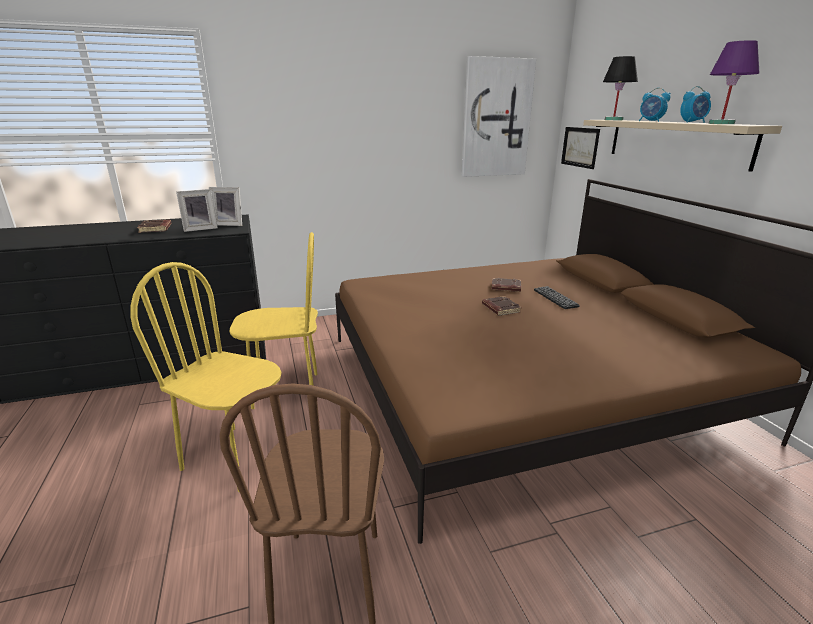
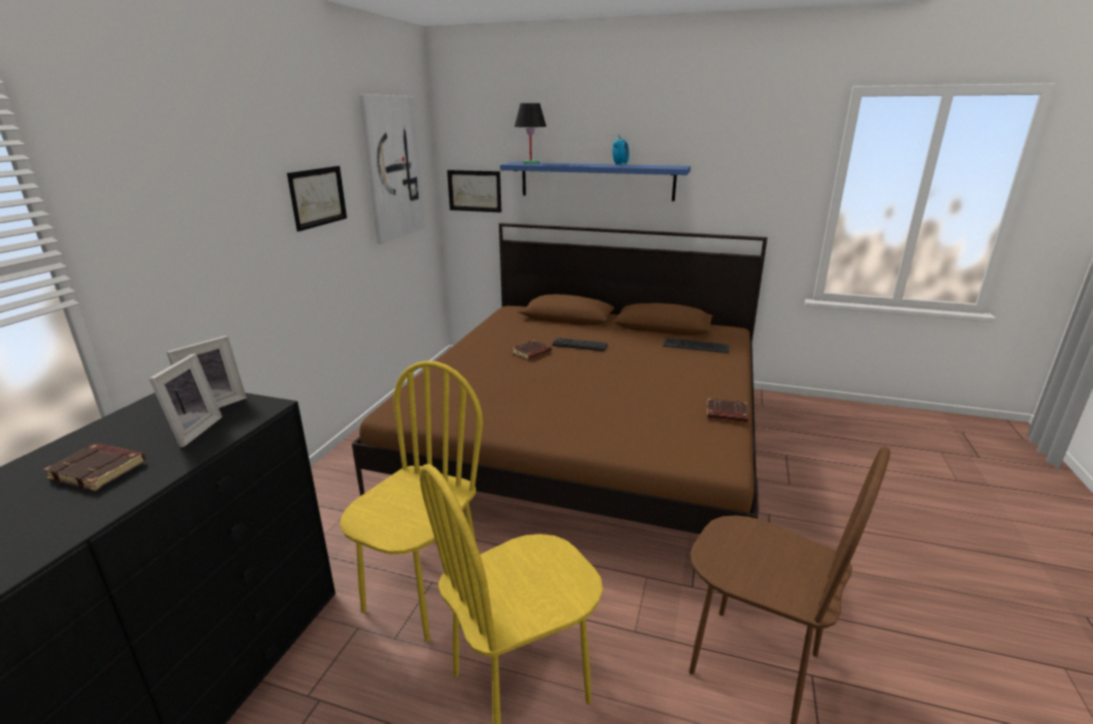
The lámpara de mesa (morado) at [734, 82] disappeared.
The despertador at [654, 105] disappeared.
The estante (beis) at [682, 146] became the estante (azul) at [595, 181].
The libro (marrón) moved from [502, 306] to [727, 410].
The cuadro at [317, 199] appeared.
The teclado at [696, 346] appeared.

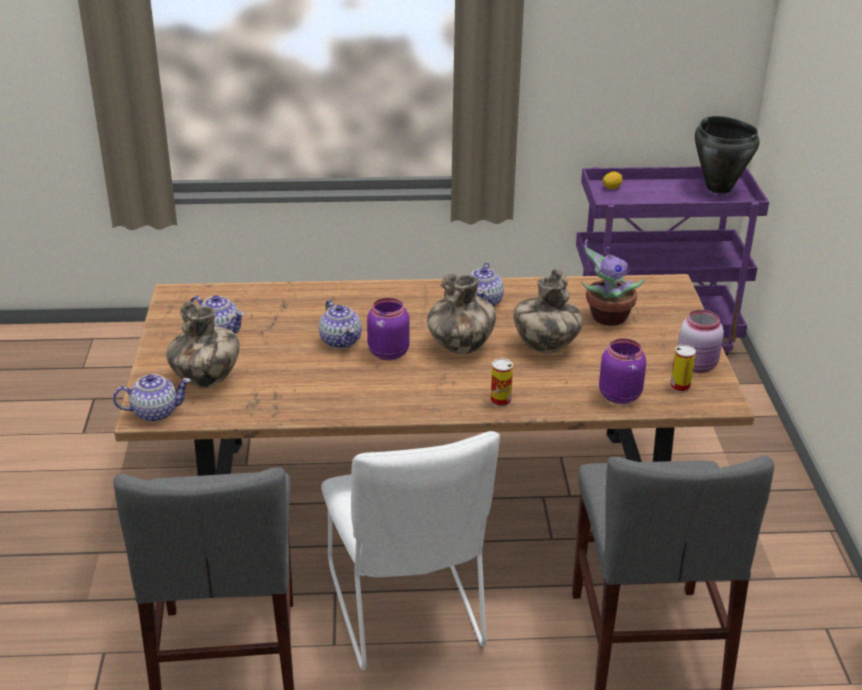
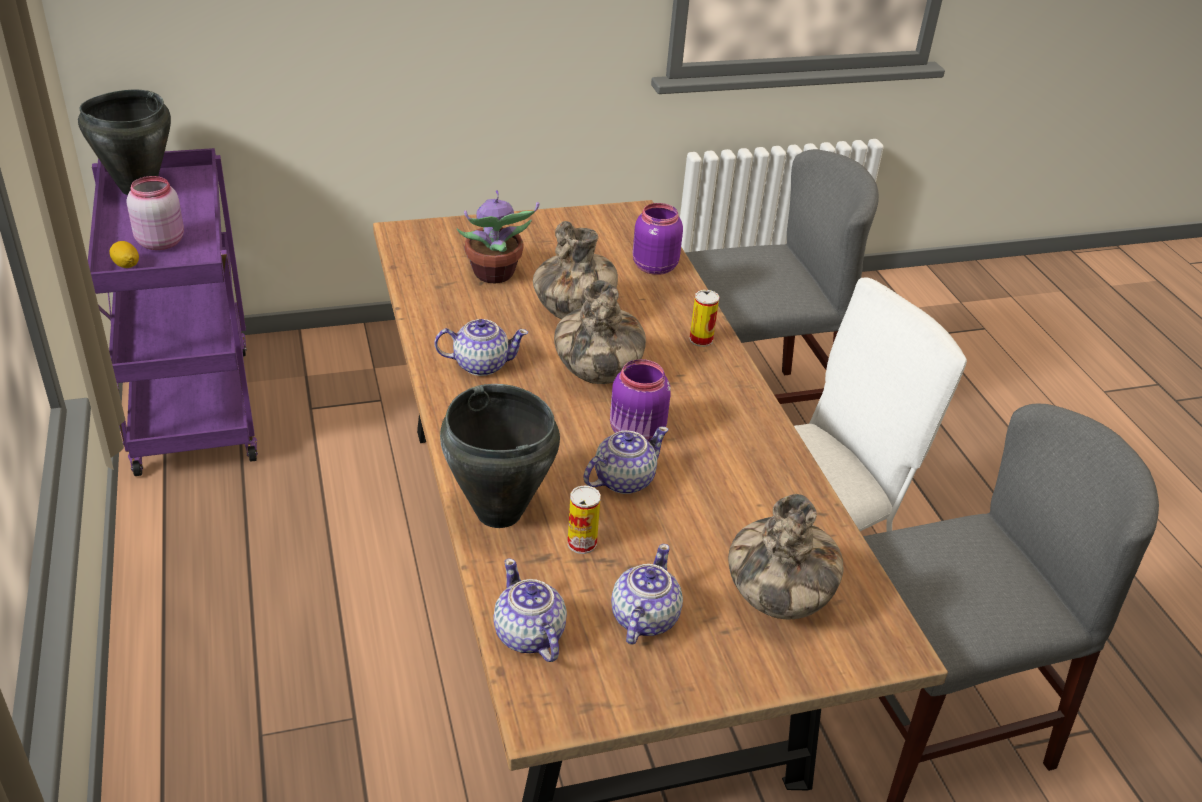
The tarro (rosa) moved from [701, 341] to [155, 213].
The lata moved from [683, 369] to [584, 519].
The tetera moved from [152, 398] to [530, 610].
The olla (negro) at [500, 456] appeared.

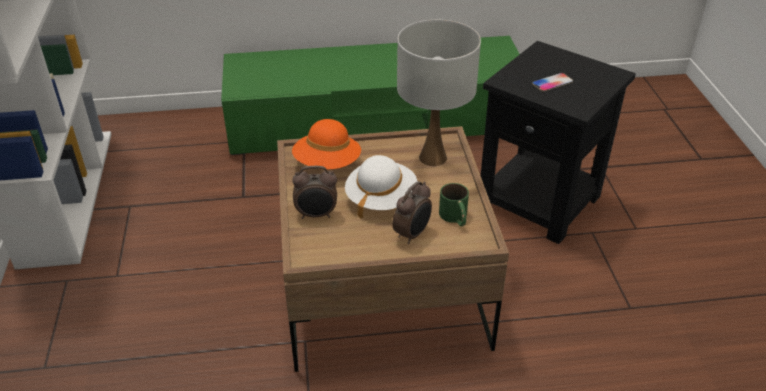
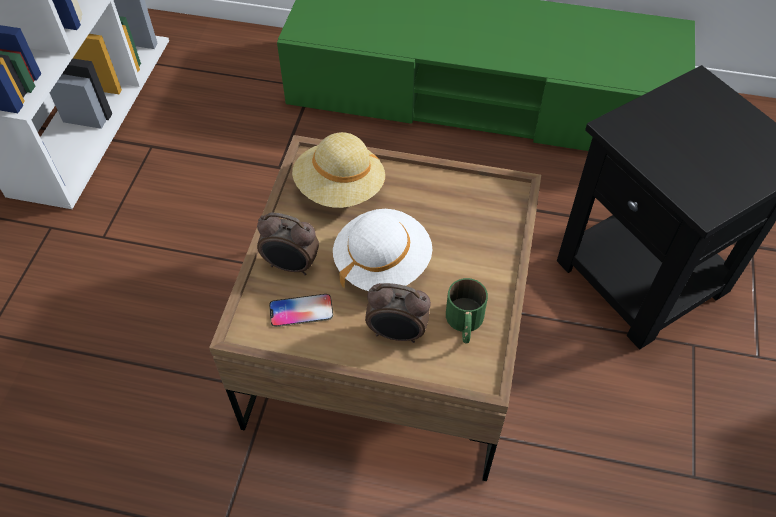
The lámpara de mesa (blanco) at [439, 93] disappeared.
The móvil moved from [552, 82] to [301, 310].
The sombrero (naranja) at [326, 144] became the sombrero (beis) at [338, 170].
The despertador at [412, 212] turned 45 degrees clockwise.

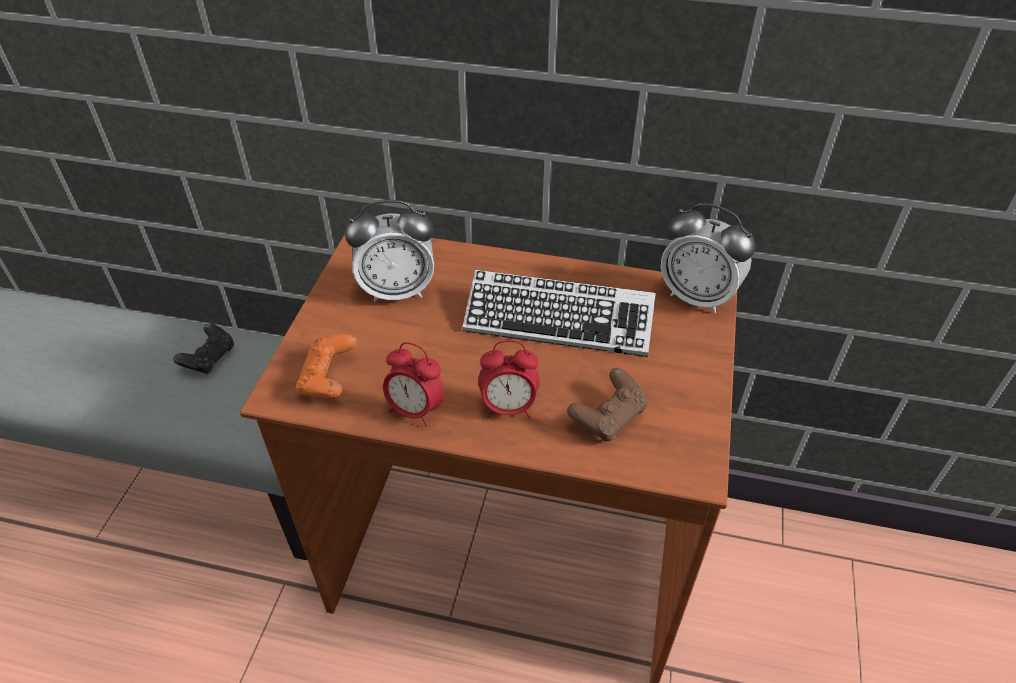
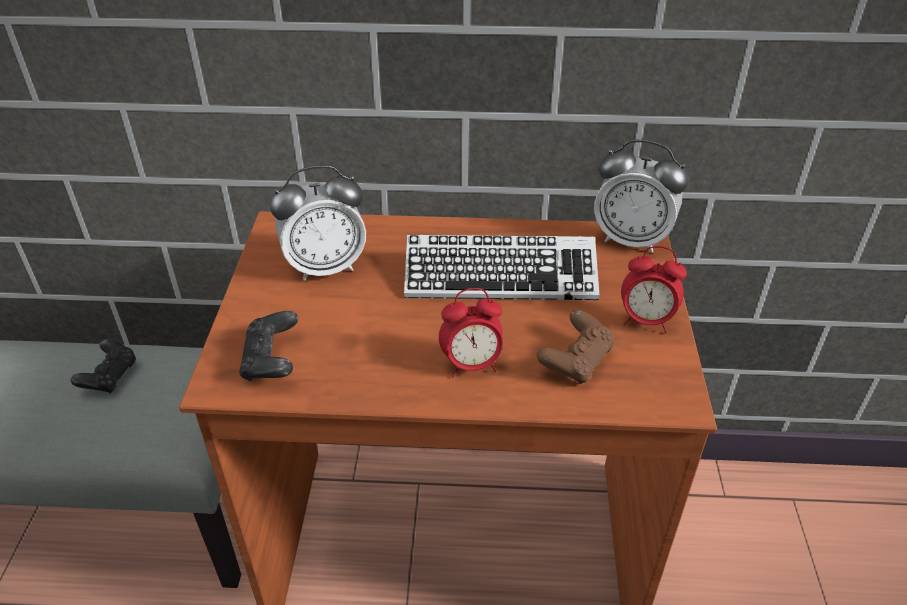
The mando de consola (naranja) at [326, 366] became the mando de consola (negro) at [268, 346].
The despertador moved from [413, 384] to [654, 289].

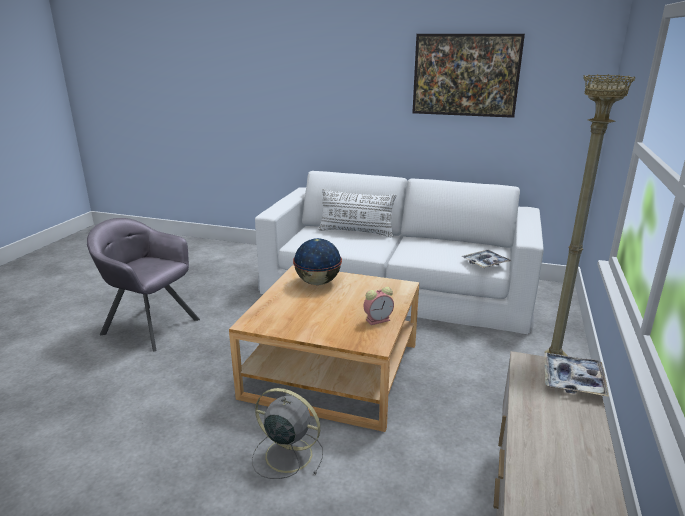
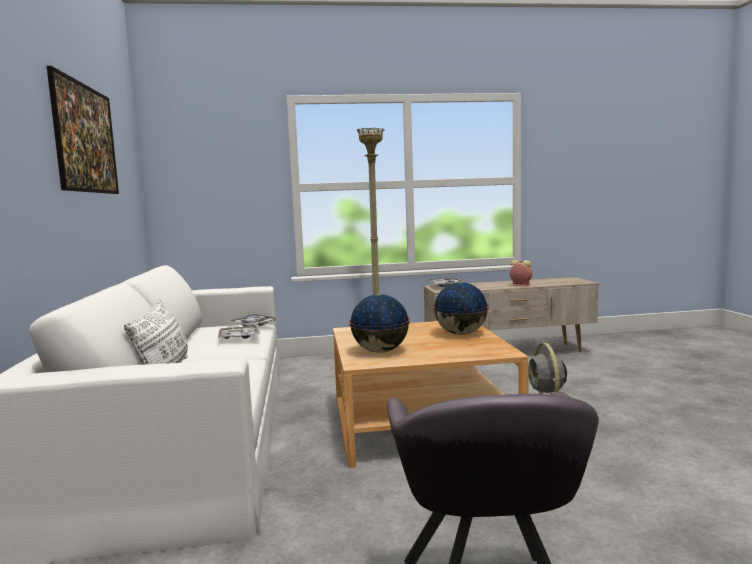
The despertador moved from [379, 306] to [521, 273].
The globo terráqueo at [461, 308] appeared.
The bandeja at [239, 332] appeared.

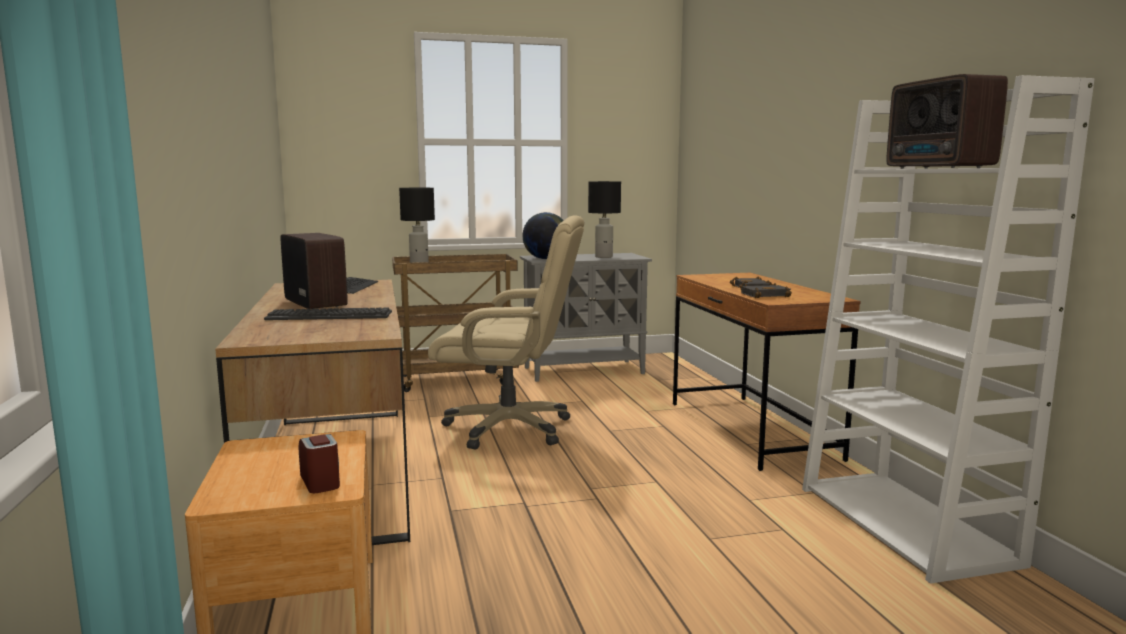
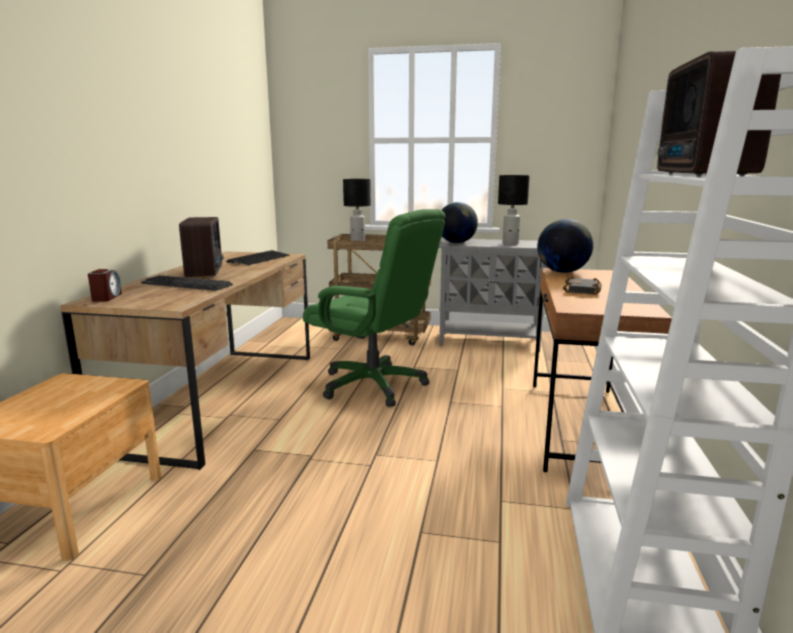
The silla de oficina (beis) at [506, 332] became the silla de oficina (verde) at [374, 308].
The libro (negro) at [766, 290] disappeared.
The despertador moved from [319, 463] to [105, 285].
The globo terráqueo at [565, 246] appeared.

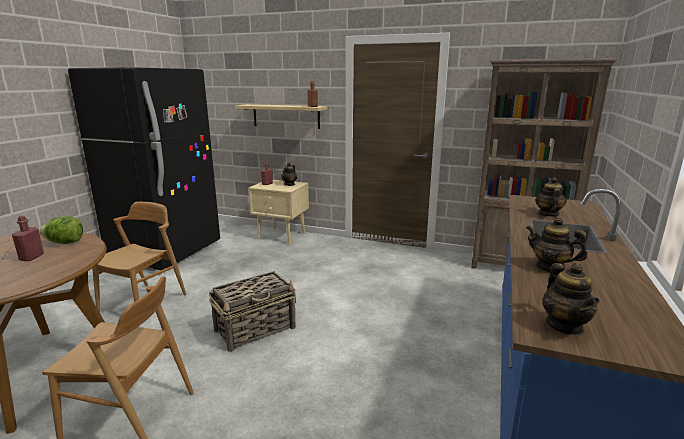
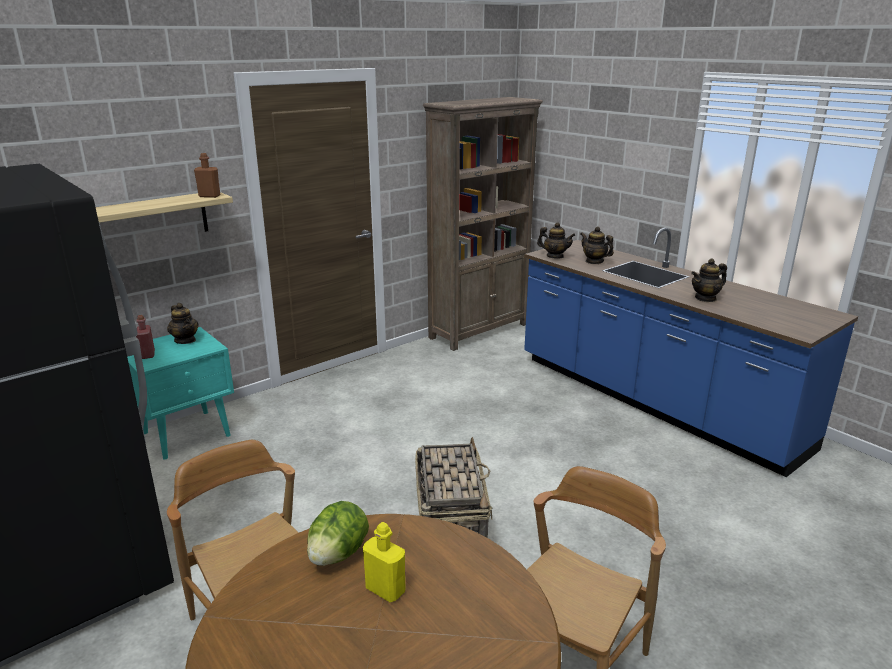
The mesita de noche (beis) at [278, 212] became the mesita de noche (turquesa) at [180, 393].
The botella (rojo) at [28, 238] became the botella (amarillo) at [384, 562].
The tetera moved from [571, 299] to [556, 240].

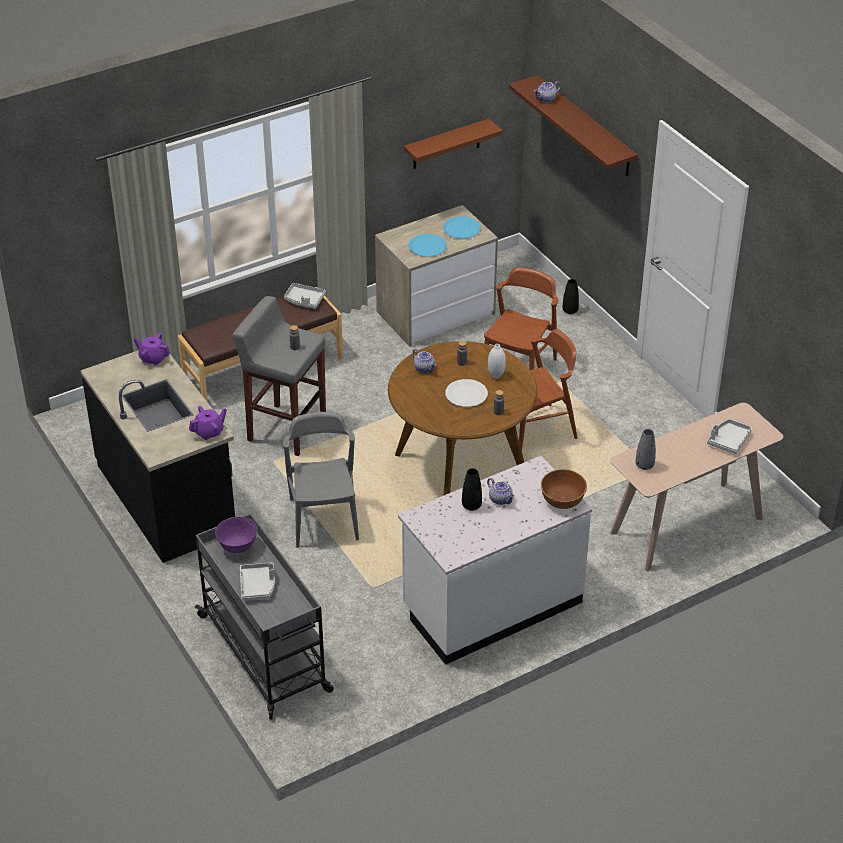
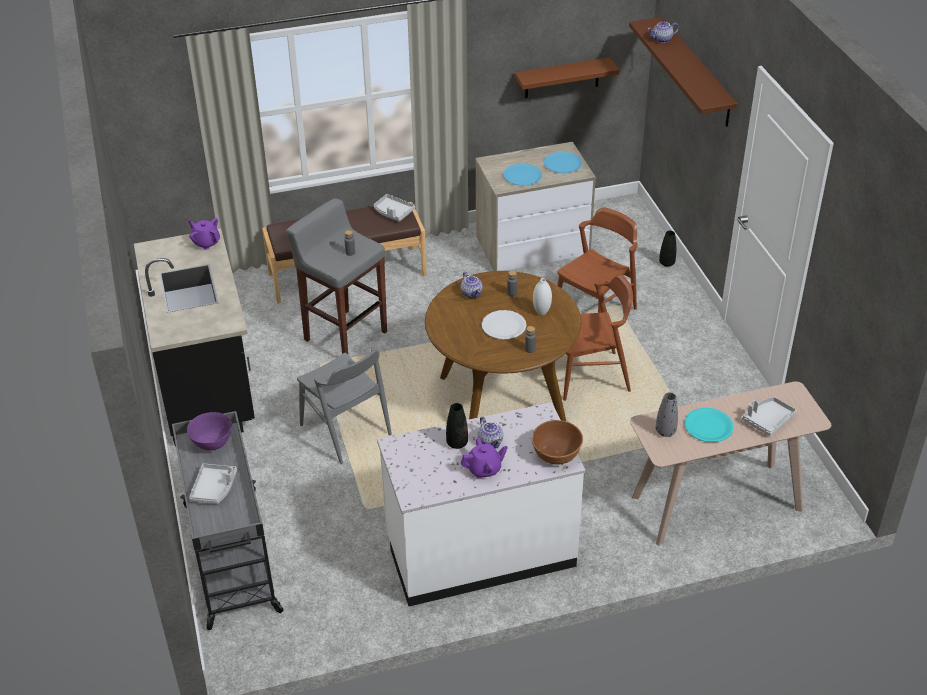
The tetera (morado) moved from [208, 423] to [484, 458].
The silla (gris) at [321, 480] turned 135 degrees clockwise.
The plato (turquesa) at [709, 425] appeared.

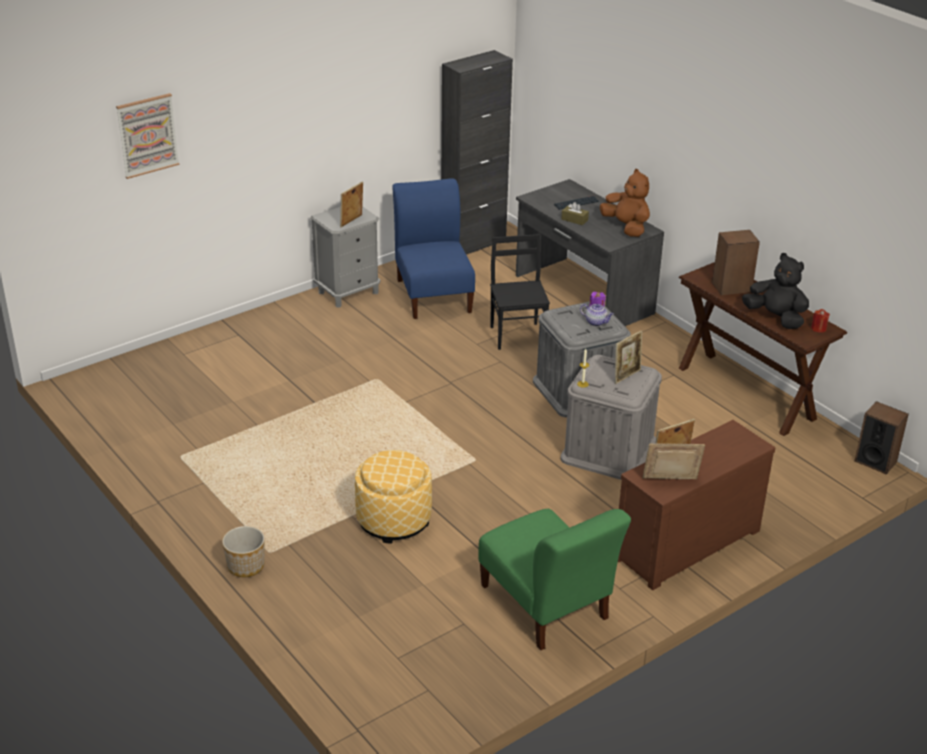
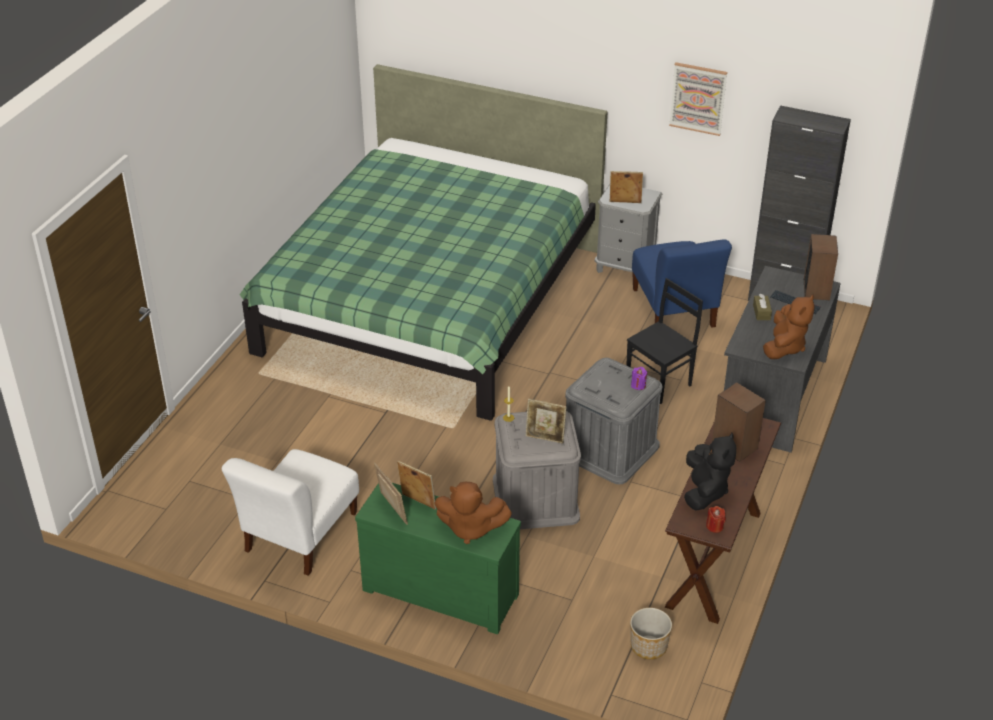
The cuadro moved from [148, 136] to [698, 99].
The silla (azul) at [433, 248] turned 120 degrees clockwise.
The tetera at [597, 315] disappeared.
The altavoz moved from [882, 437] to [821, 267].
The cómoda (marrón) at [697, 505] became the cómoda (verde) at [438, 558].
The puf at [393, 496] disappeared.
The silla (verde) at [554, 579] became the silla (blanco) at [290, 512].
The maceta moved from [243, 551] to [651, 633].
The cama (verde) at [423, 242] appeared.
The peluche (marrón) at [473, 513] appeared.

